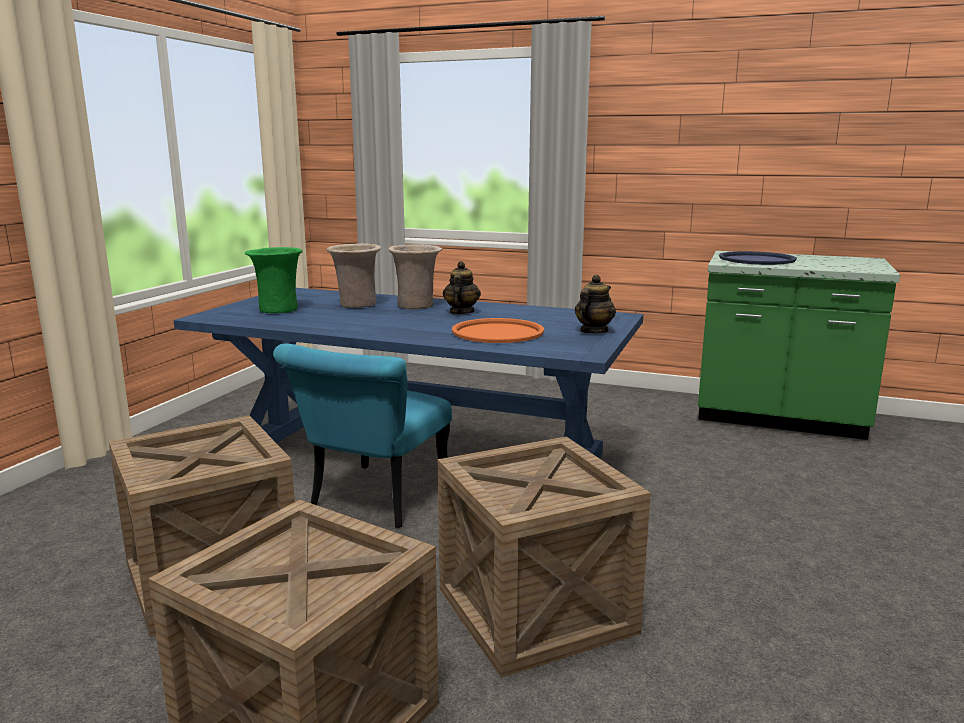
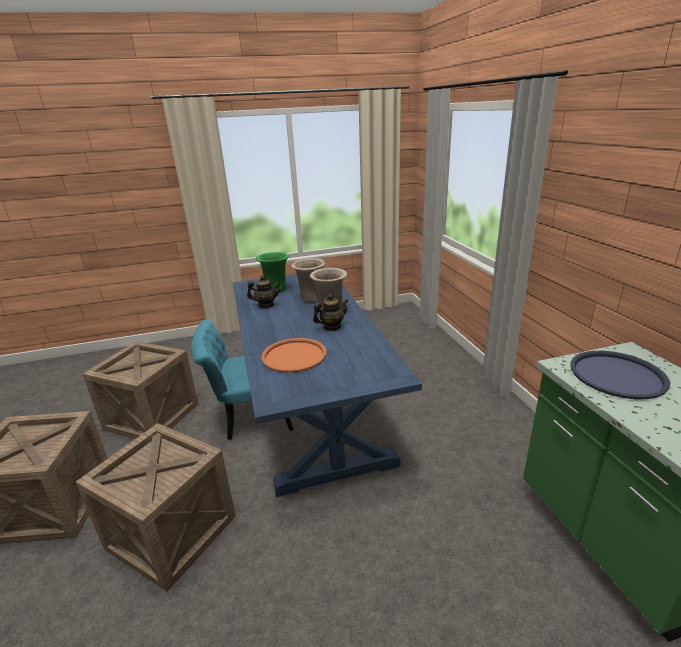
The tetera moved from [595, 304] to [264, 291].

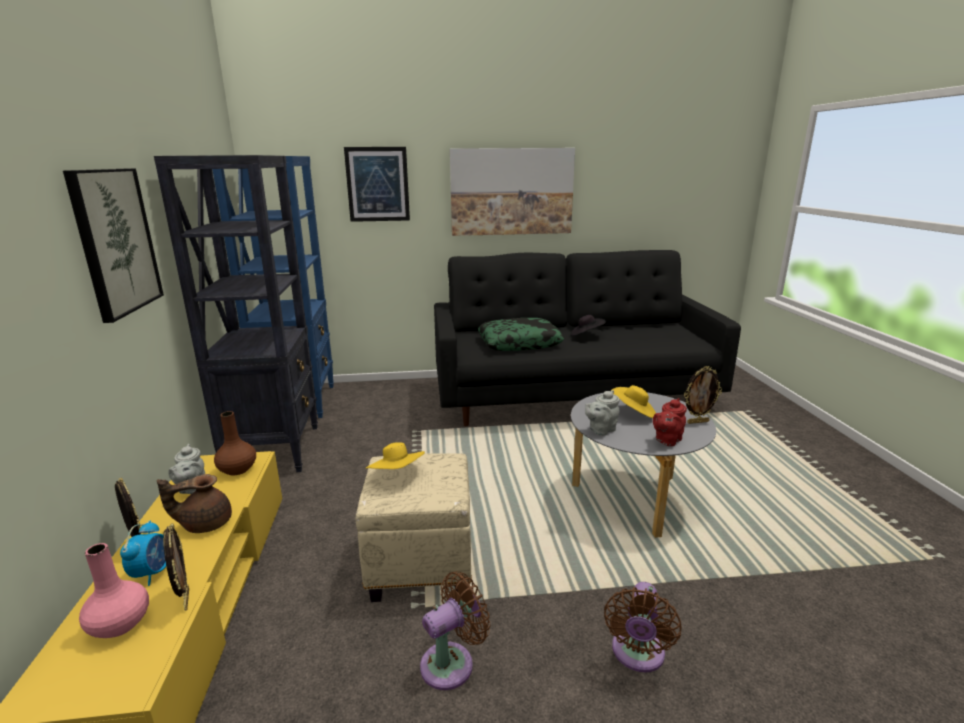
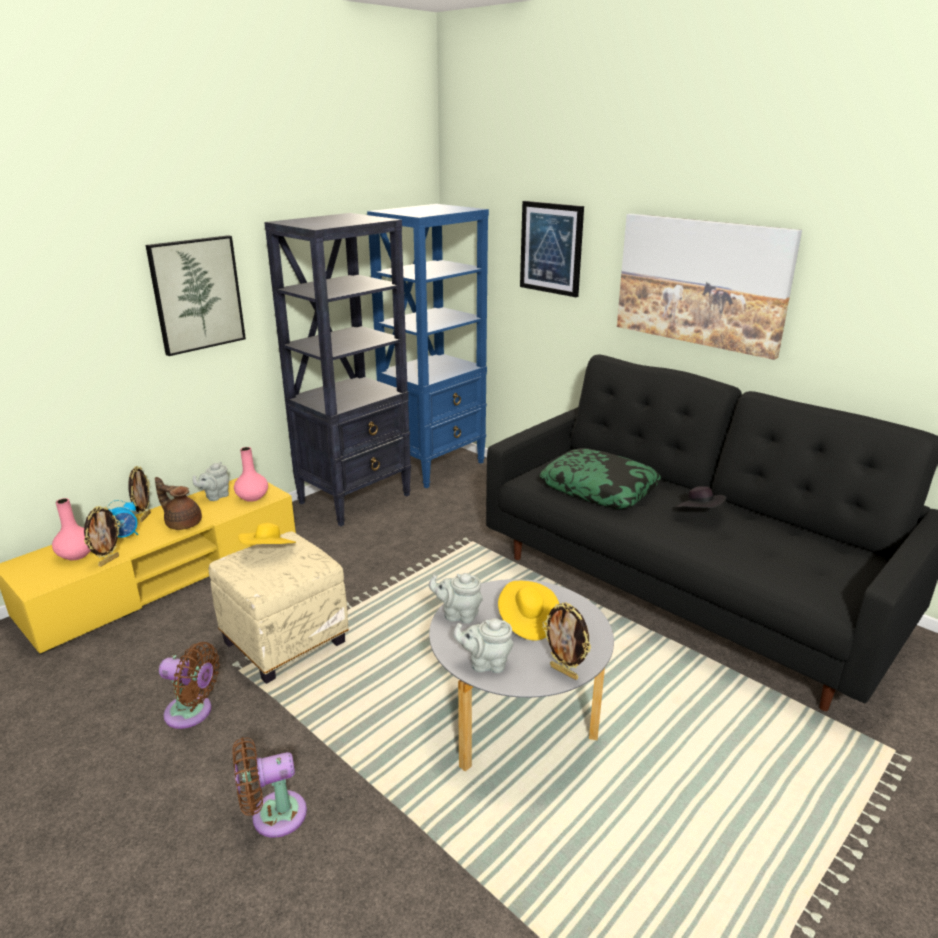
The tetera (rojo) at [670, 422] became the tetera (gris) at [483, 645].
The florero (marrón) at [235, 443] became the florero (rosa) at [251, 474].

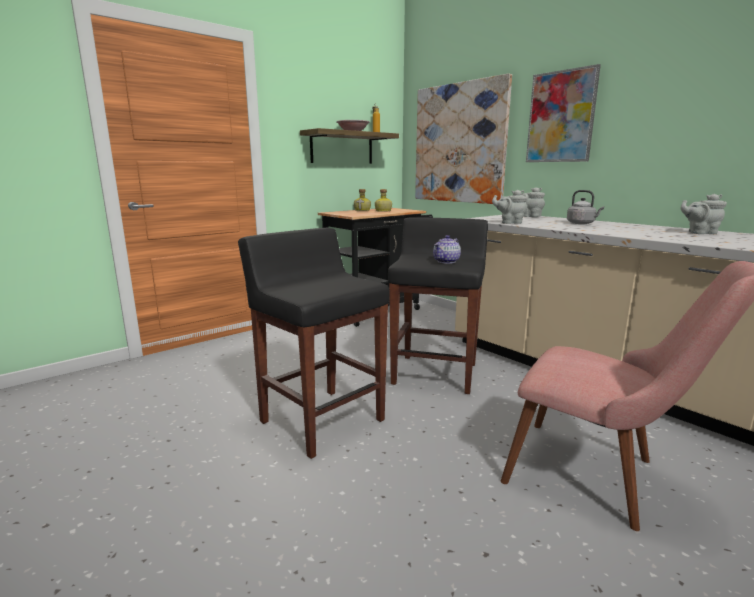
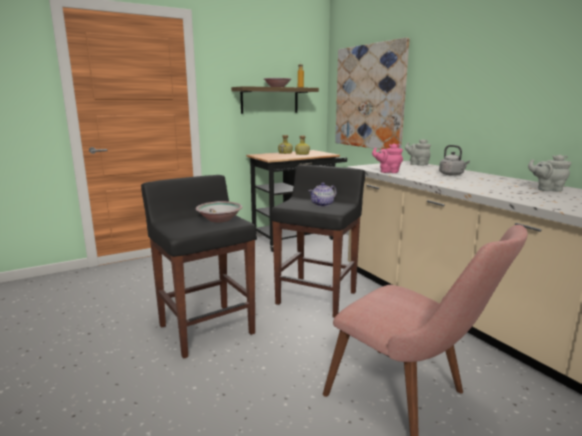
The cuadro at [563, 113] disappeared.
The tetera (gris) at [510, 207] became the tetera (rosa) at [387, 158].
The cuenco at [219, 211] appeared.

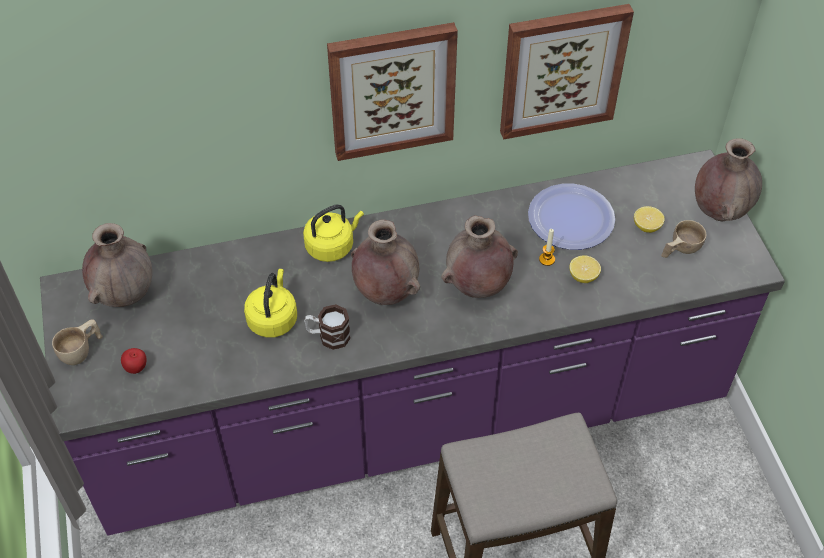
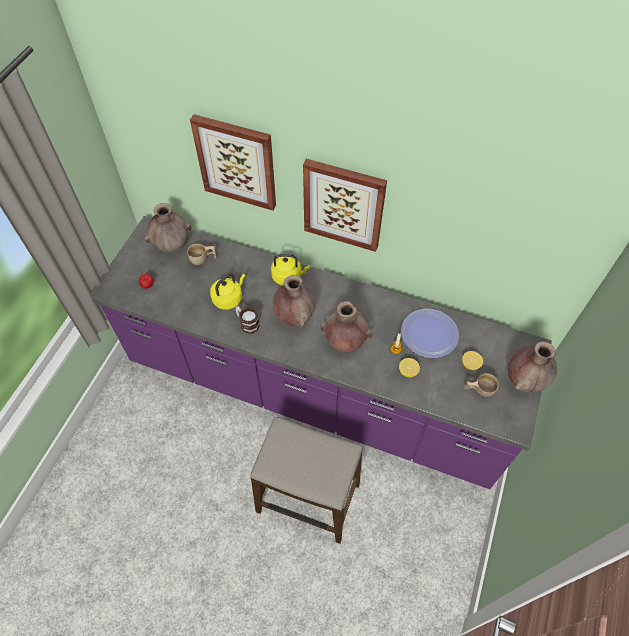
The cuadro moved from [567, 72] to [233, 162].
The taza (beis) moved from [77, 342] to [202, 254].

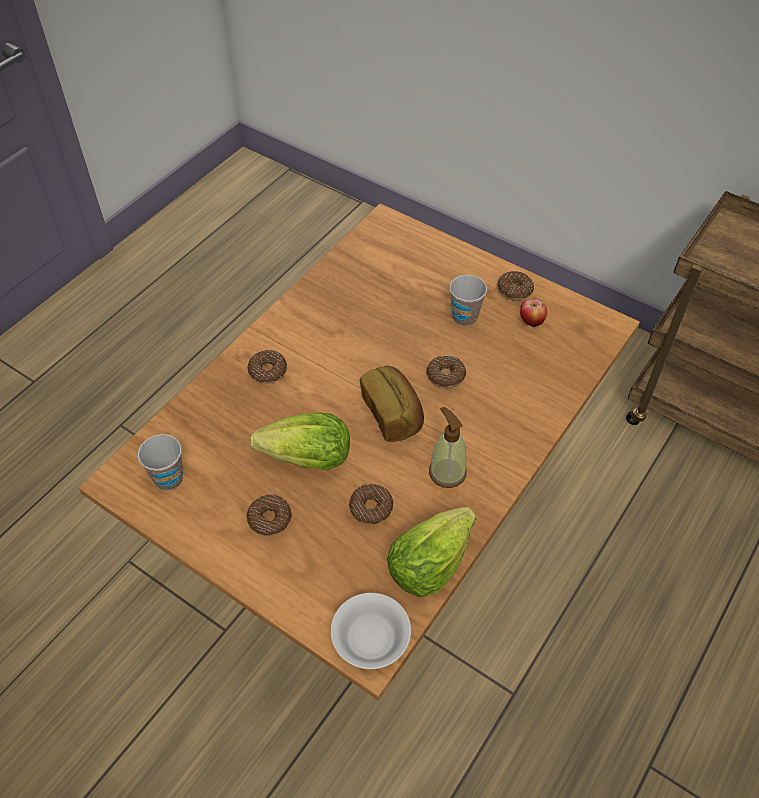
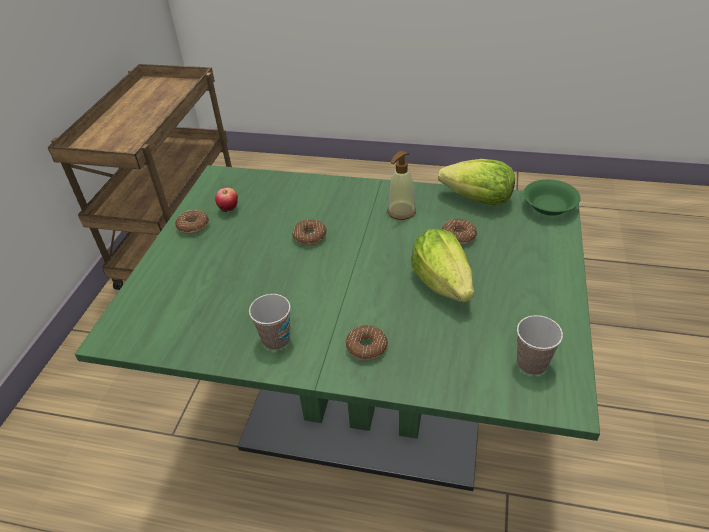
The mesa de comedor (marrón) at [359, 452] became the mesa de comedor (verde) at [337, 328].
The taza moved from [468, 300] to [270, 322].
The pan at [392, 404] disappeared.
The rosquilla at [269, 515] disappeared.
The cuenco (blanco) at [371, 631] became the cuenco (verde) at [552, 197].

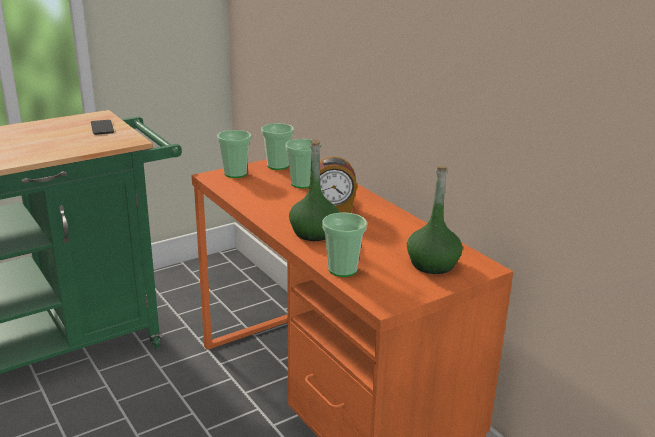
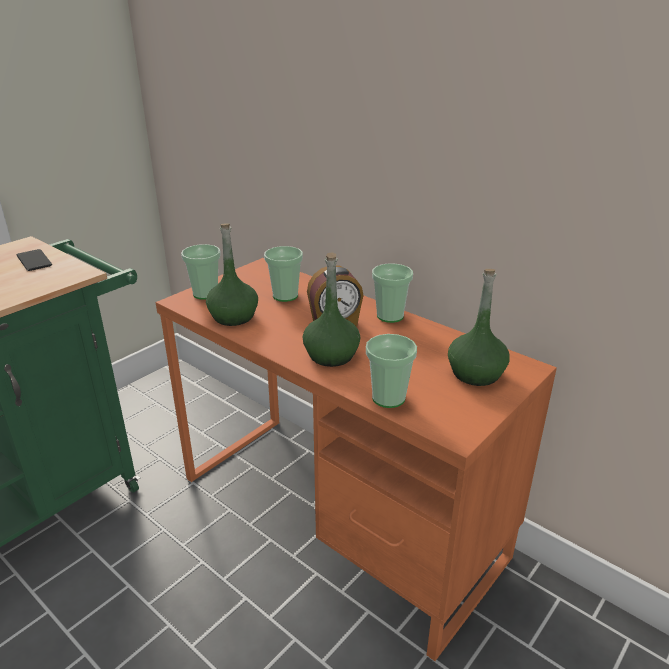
The taza moved from [277, 146] to [392, 293].
The botella (verde) at [232, 274] appeared.

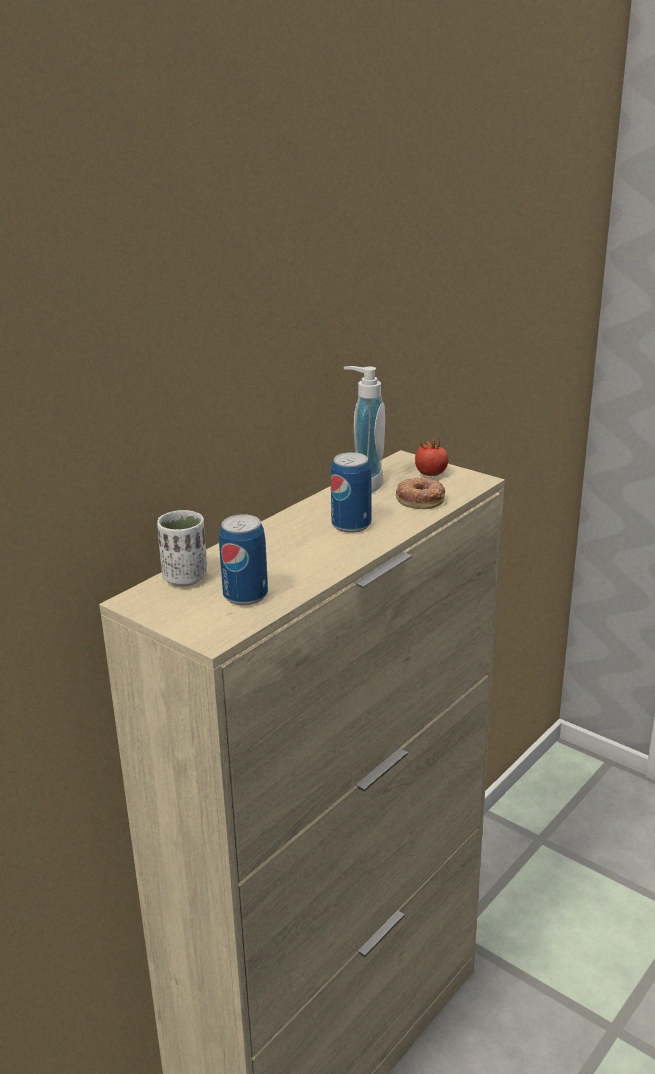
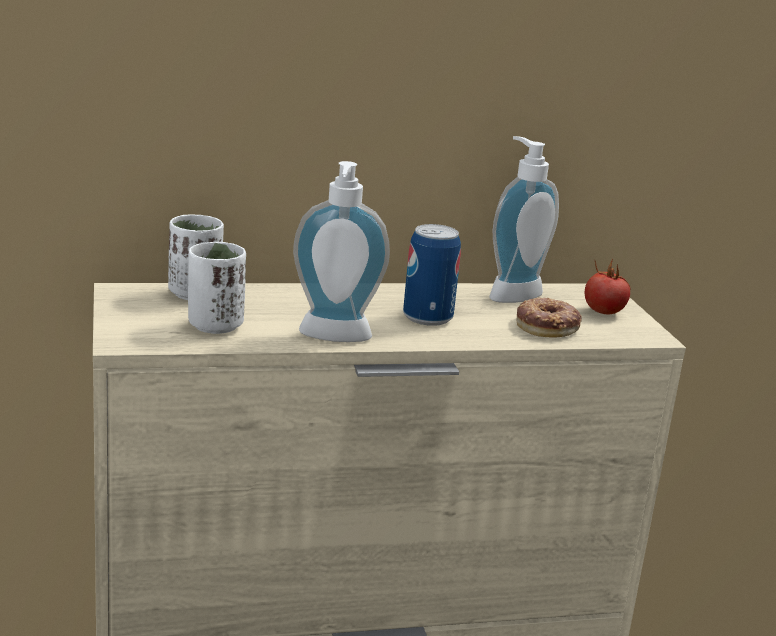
The lata at [243, 559] was replaced by the taza (blanco) at [217, 288].
The dispensador de jabón at [341, 251] appeared.

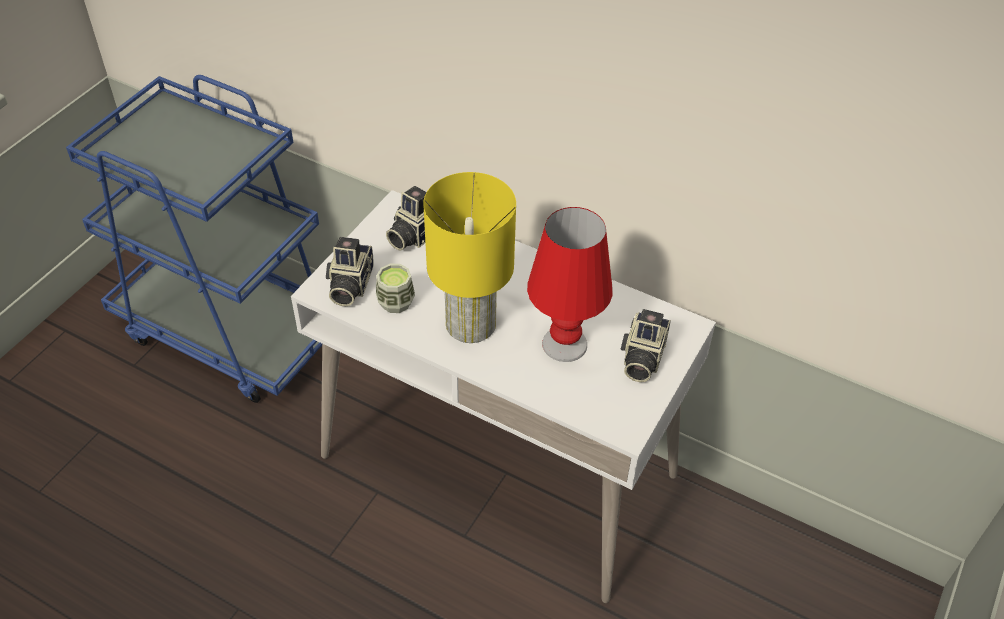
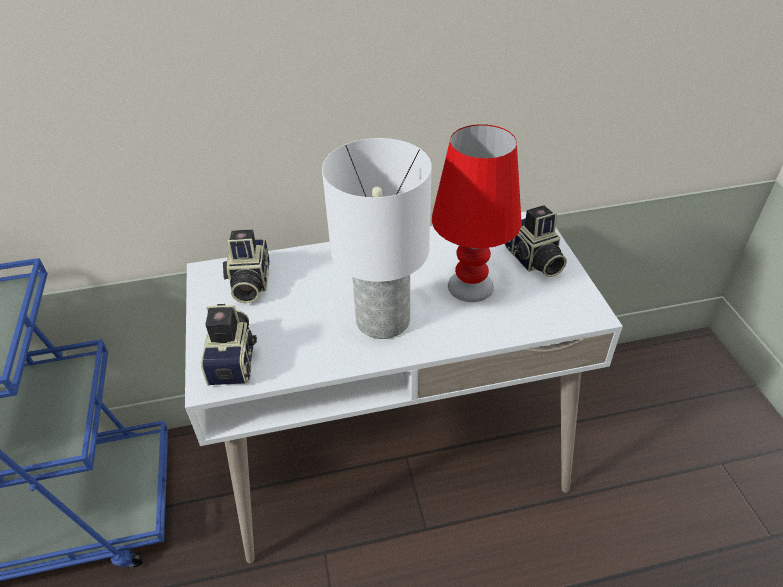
The lámpara de mesa (amarillo) at [469, 257] became the lámpara de mesa (blanco) at [377, 238].
The cámara at [350, 271] turned 150 degrees counterclockwise.
The taza at [395, 288] disappeared.

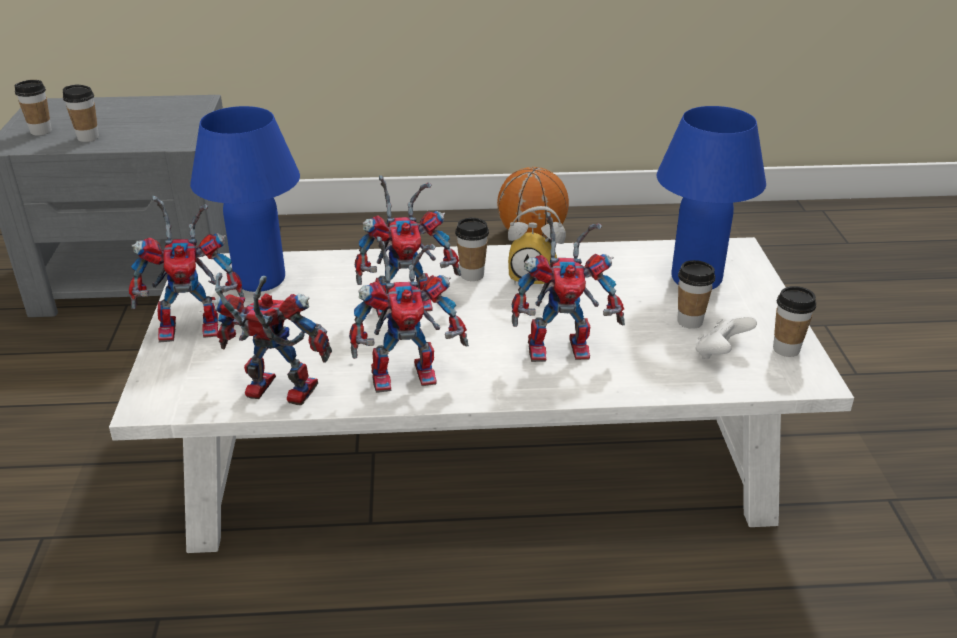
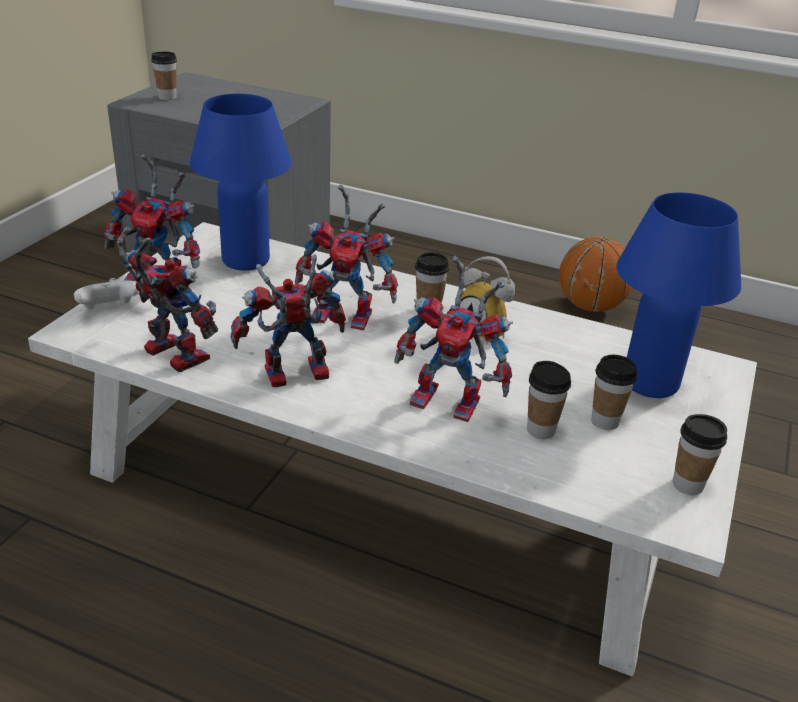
The taza moved from [81, 113] to [549, 400].
The robot de juguete at [409, 314] turned 150 degrees clockwise.
The mando de consola (blanco) moved from [726, 337] to [106, 293].

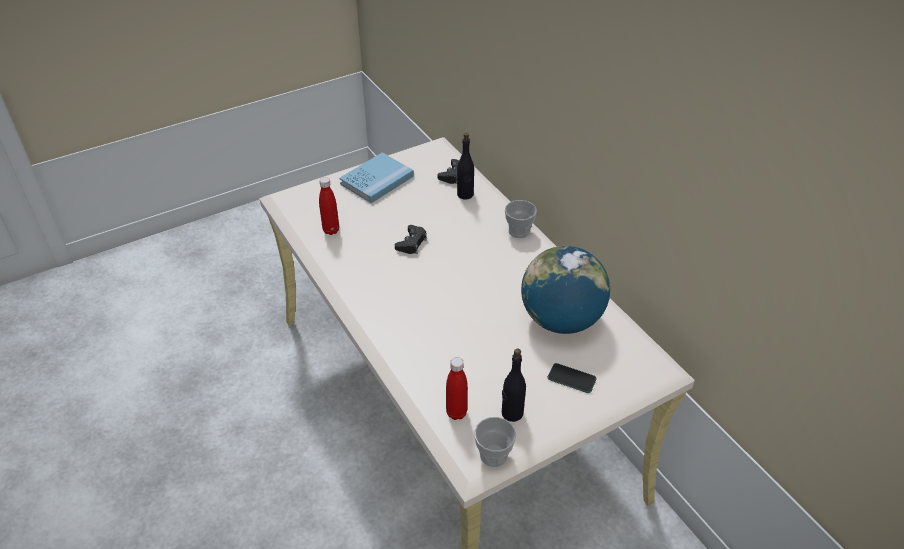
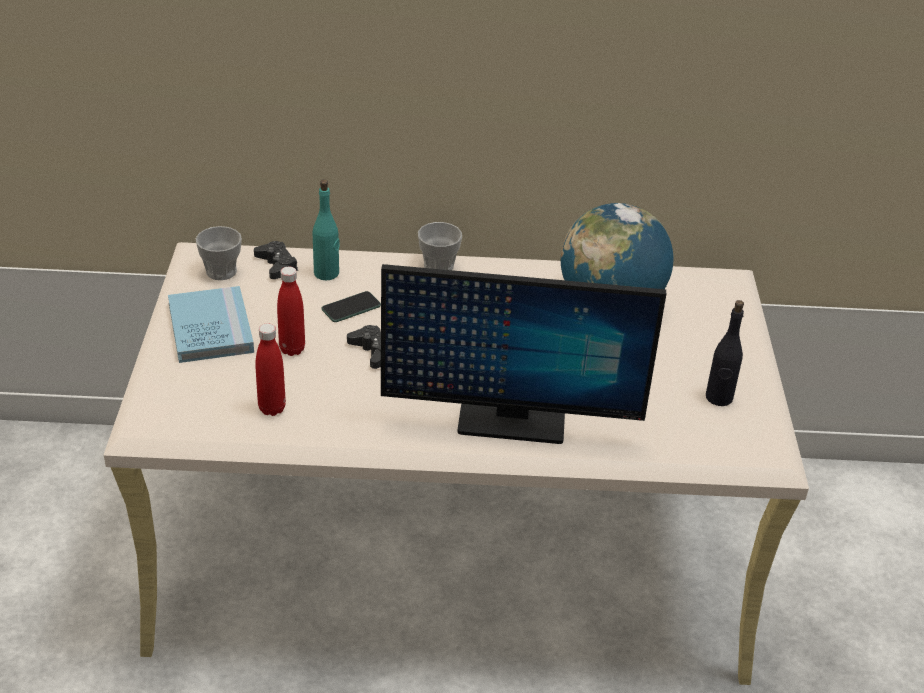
The botella (negro) at [465, 166] became the botella (turquesa) at [326, 230].
The botella (rojo) moved from [457, 388] to [291, 311].
The móvil moved from [572, 378] to [351, 306].
The taza moved from [495, 442] to [219, 253].
The monitor at [523, 354] appeared.

